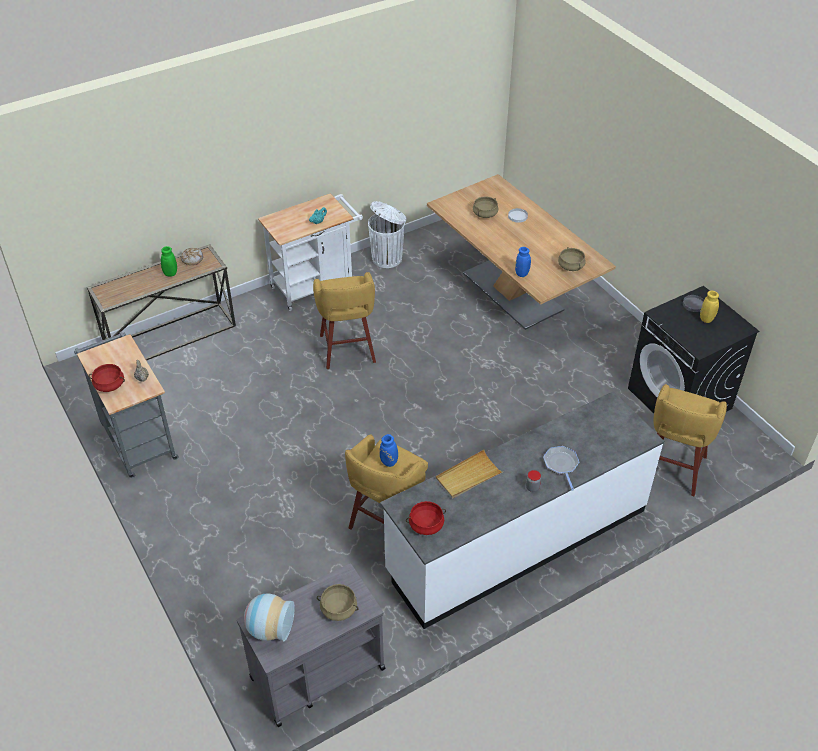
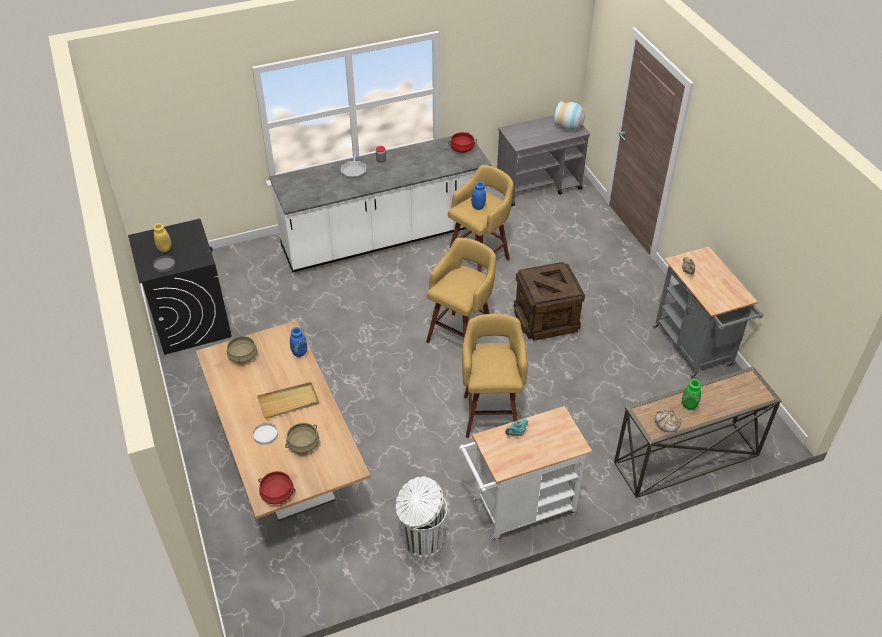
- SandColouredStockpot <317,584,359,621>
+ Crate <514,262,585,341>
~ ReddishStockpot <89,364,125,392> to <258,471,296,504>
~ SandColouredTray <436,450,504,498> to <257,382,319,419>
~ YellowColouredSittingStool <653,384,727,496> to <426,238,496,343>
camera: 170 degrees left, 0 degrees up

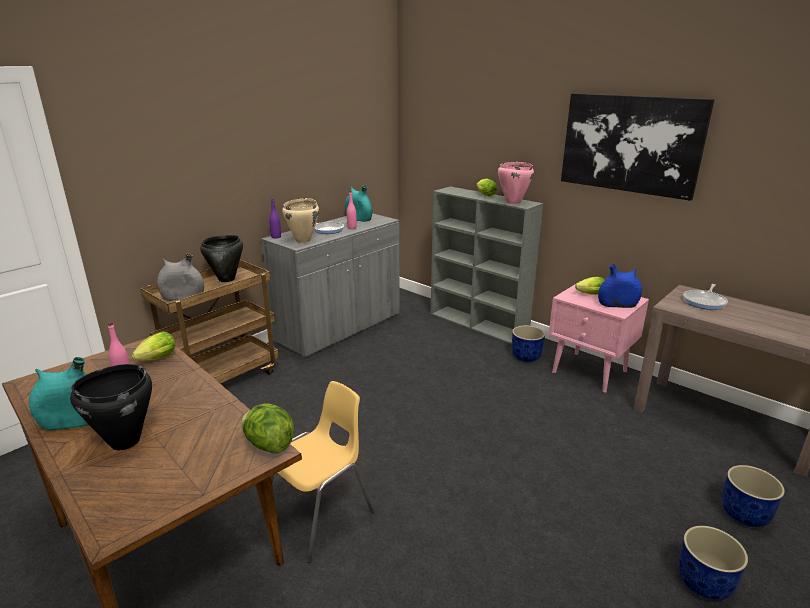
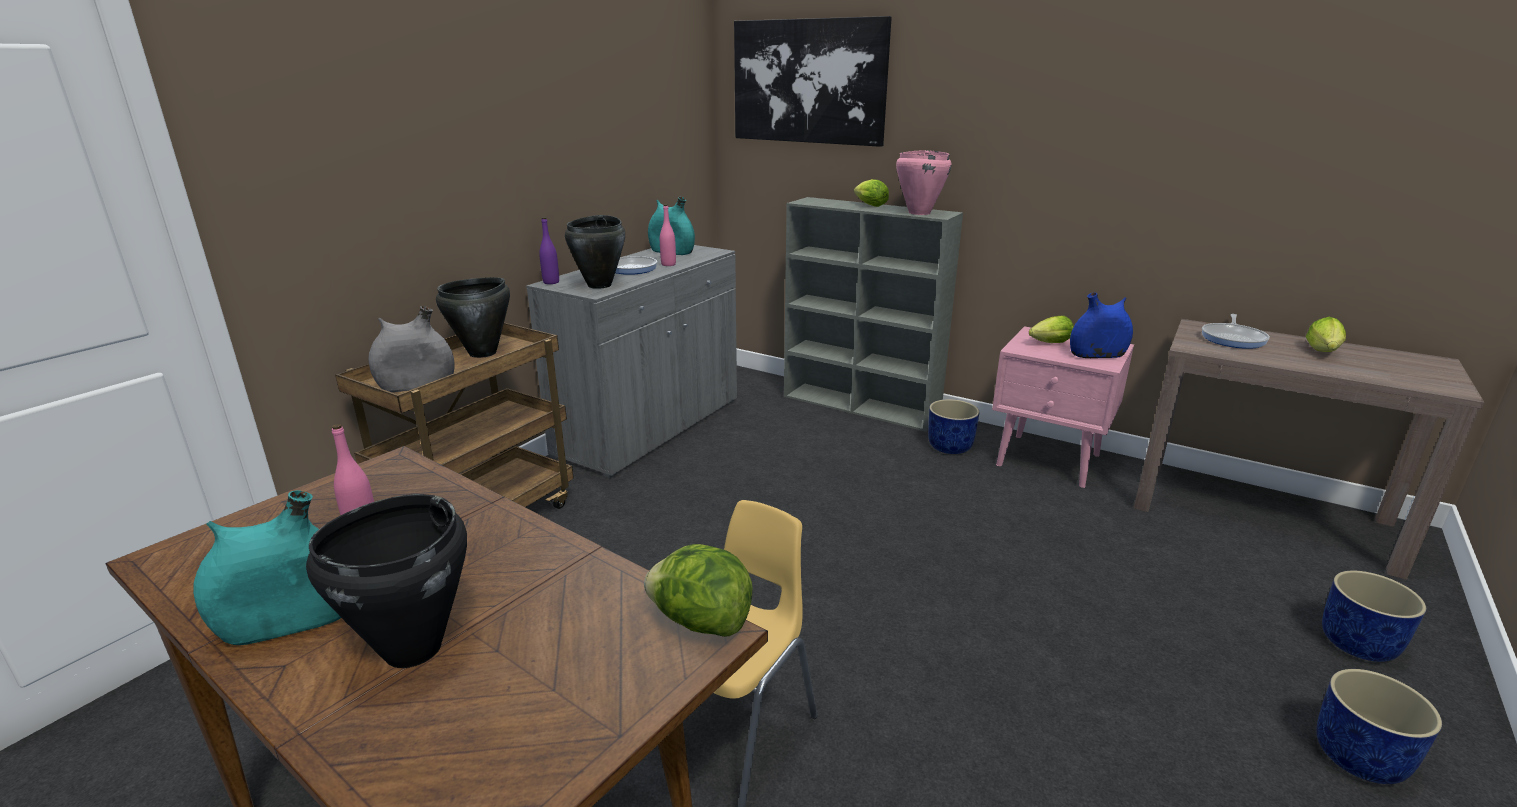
~ LettuceHead <131,332,175,361> to <1306,317,1346,352>
~ WallArt <561,93,714,201> to <734,16,892,147>
~ SandColouredStockpot <282,198,319,243> to BlackishStockpot <565,215,625,289>
camera: 10 degrees left, 0 degrees up

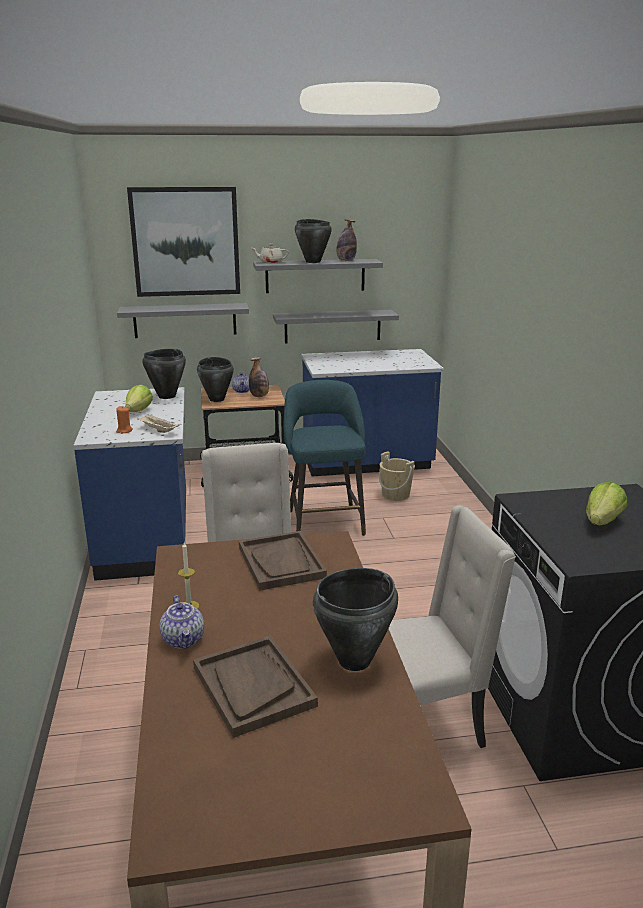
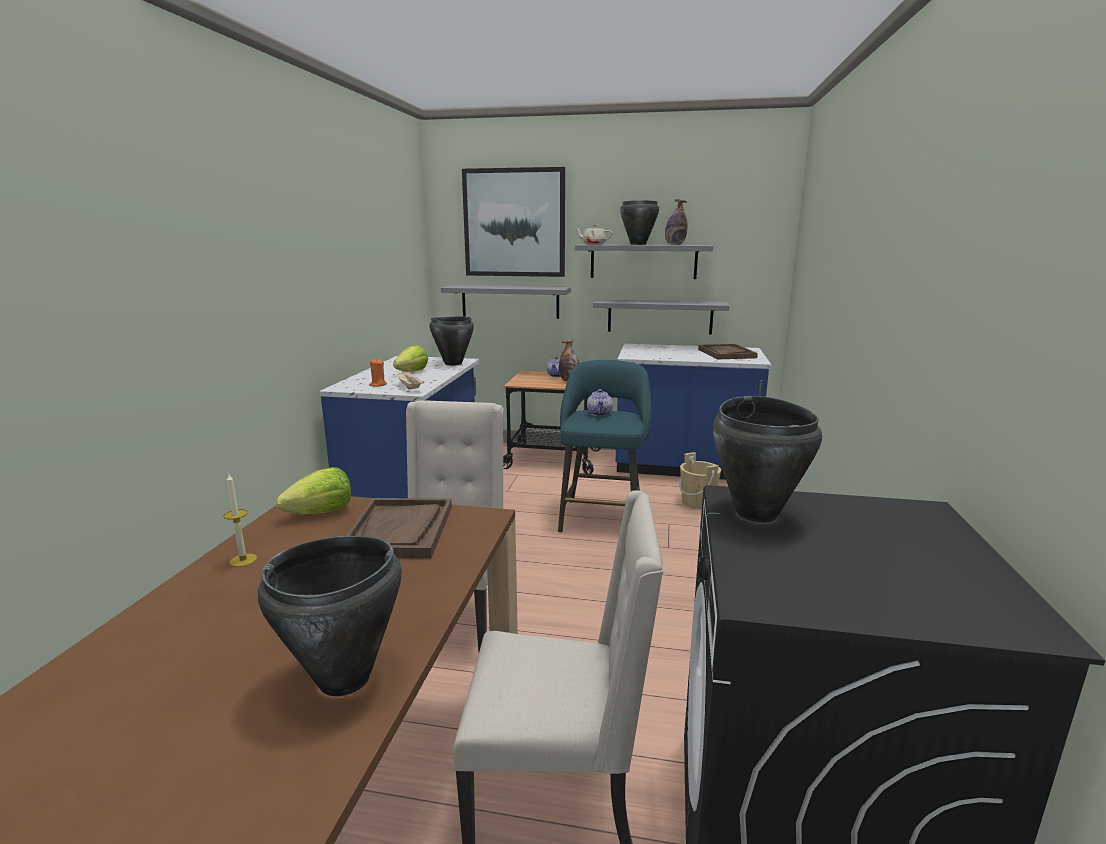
~ Teapot <160,595,204,649> to <587,389,613,416>
~ BrownishTray <193,636,318,738> to <698,344,758,359>
~ BlackishStockpot <197,357,234,402> to <712,396,822,522>
~ LettuceHead <586,482,627,525> to <276,467,351,514>
camera: 20 degrees right, 5 degrees down

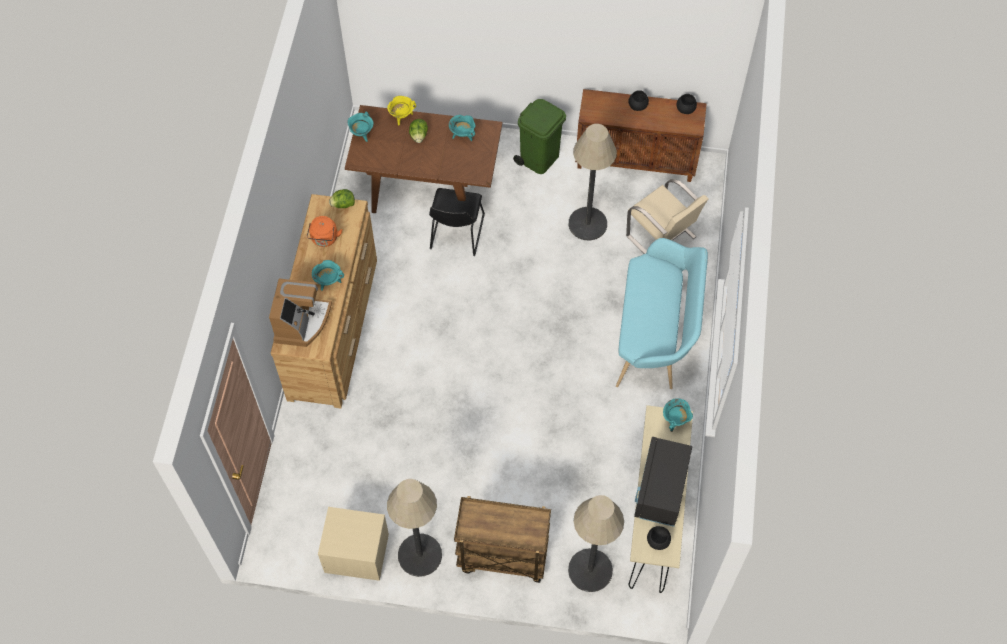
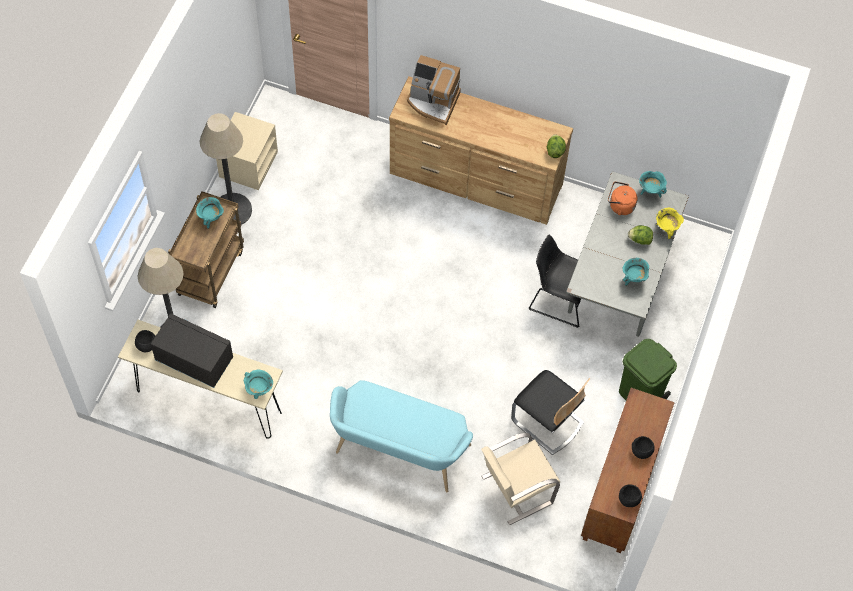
~ OrangeColouredKettle <307,216,342,247> to <608,181,638,215>
~ BlueGreenStockpot <312,260,344,291> to <196,197,224,229>
~ StandingLamp <569,124,617,241> to PlainChair <511,370,590,455>
~ BrownishDiningTable <345,105,502,213> to GreyDiningTable <566,171,689,337>
camera: 100 degrees right, 0 degrees up

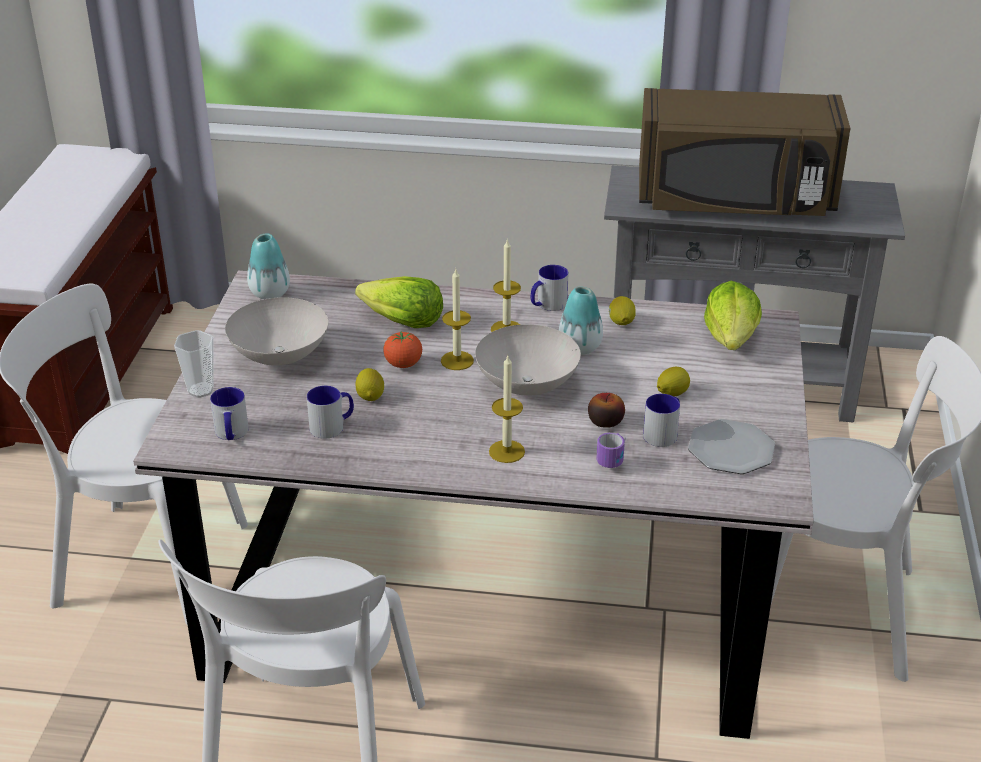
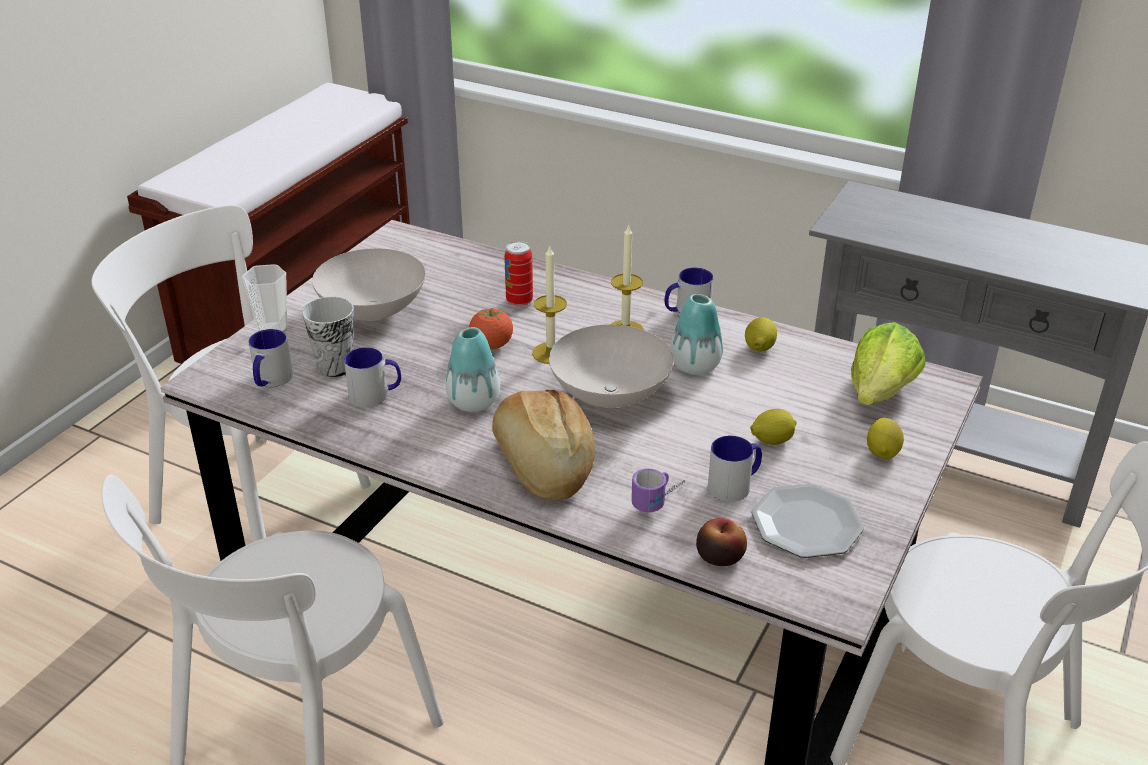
- BrownishKitchenMicrowave <639,88,850,216>
+ Cup <302,296,354,377>
~ DecorativeVase <247,233,290,299> to <445,327,500,412>
~ CitrusFruit <356,368,384,401> to <867,417,904,459>
~ Apple <588,393,625,428> to <696,518,747,566>
~ LettuceHead <355,276,443,328> to SealedCan <504,241,533,307>
~ WaxLight <489,354,525,463> to BakedBread <492,390,595,500>
camera: 20 degrees right, 0 degrees up

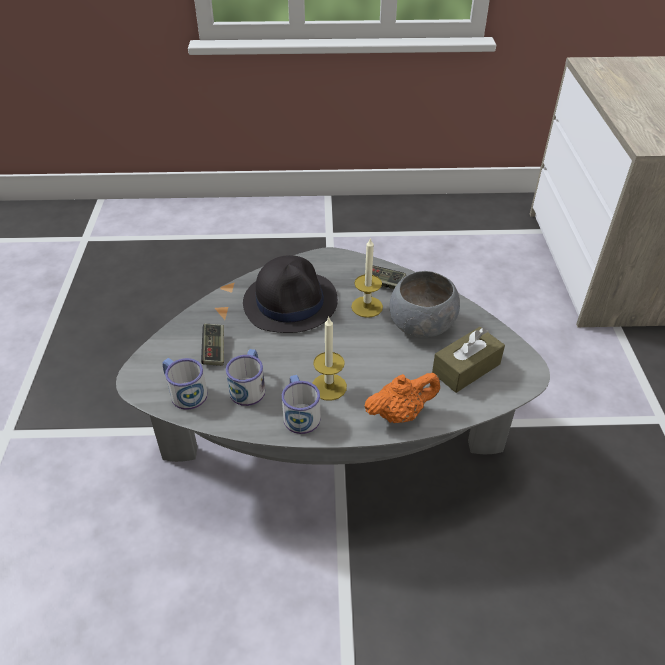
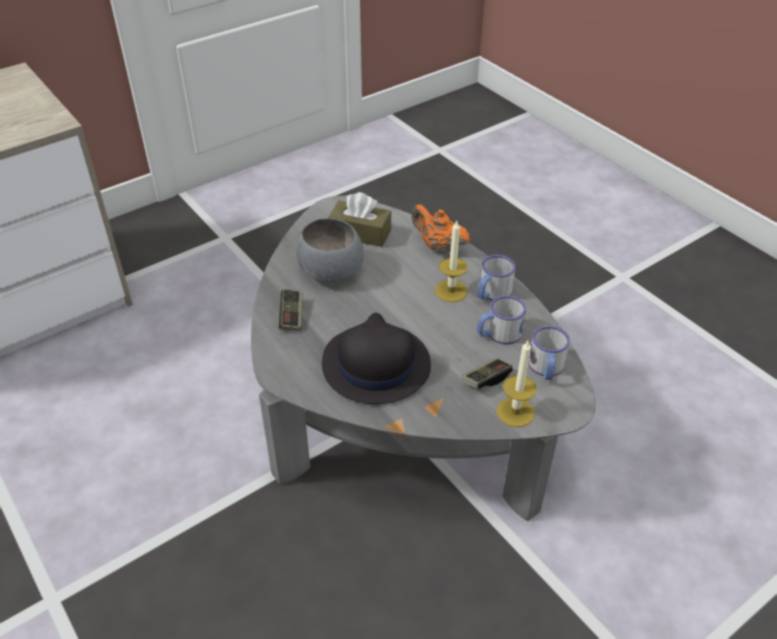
~ WaxLight <351,237,383,318> to <496,341,537,427>
camera: 125 degrees left, 0 degrees up

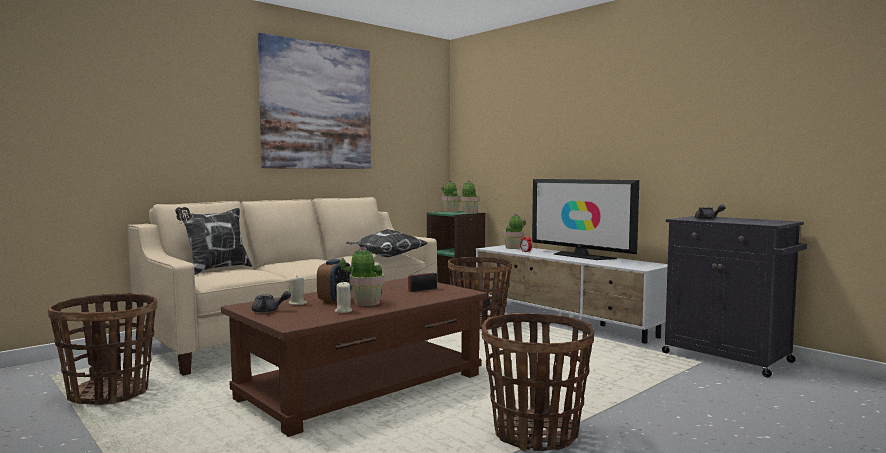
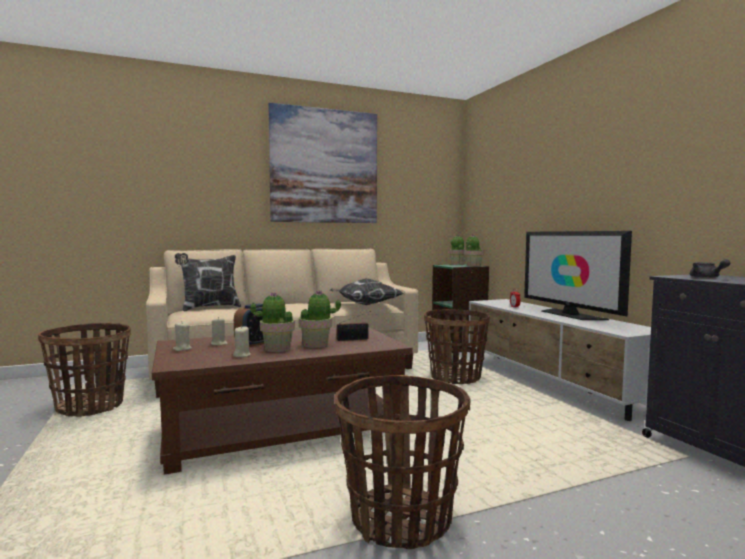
~ PottedPlant <503,214,526,249> to <299,290,341,348>
~ GreyTeapot <252,291,291,313> to SandColouredWaxLight <173,322,192,351>
camera: 20 degrees right, 0 degrees up

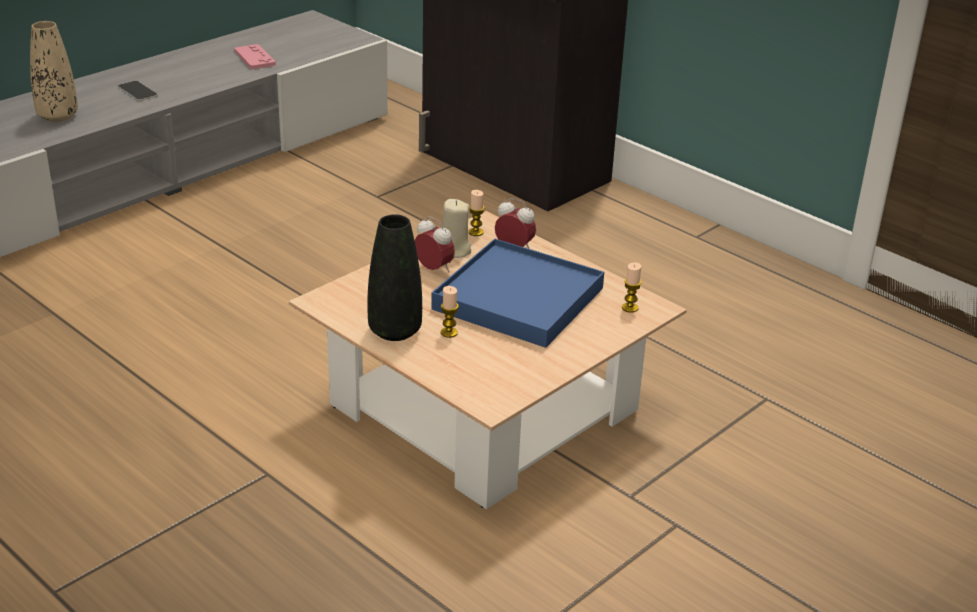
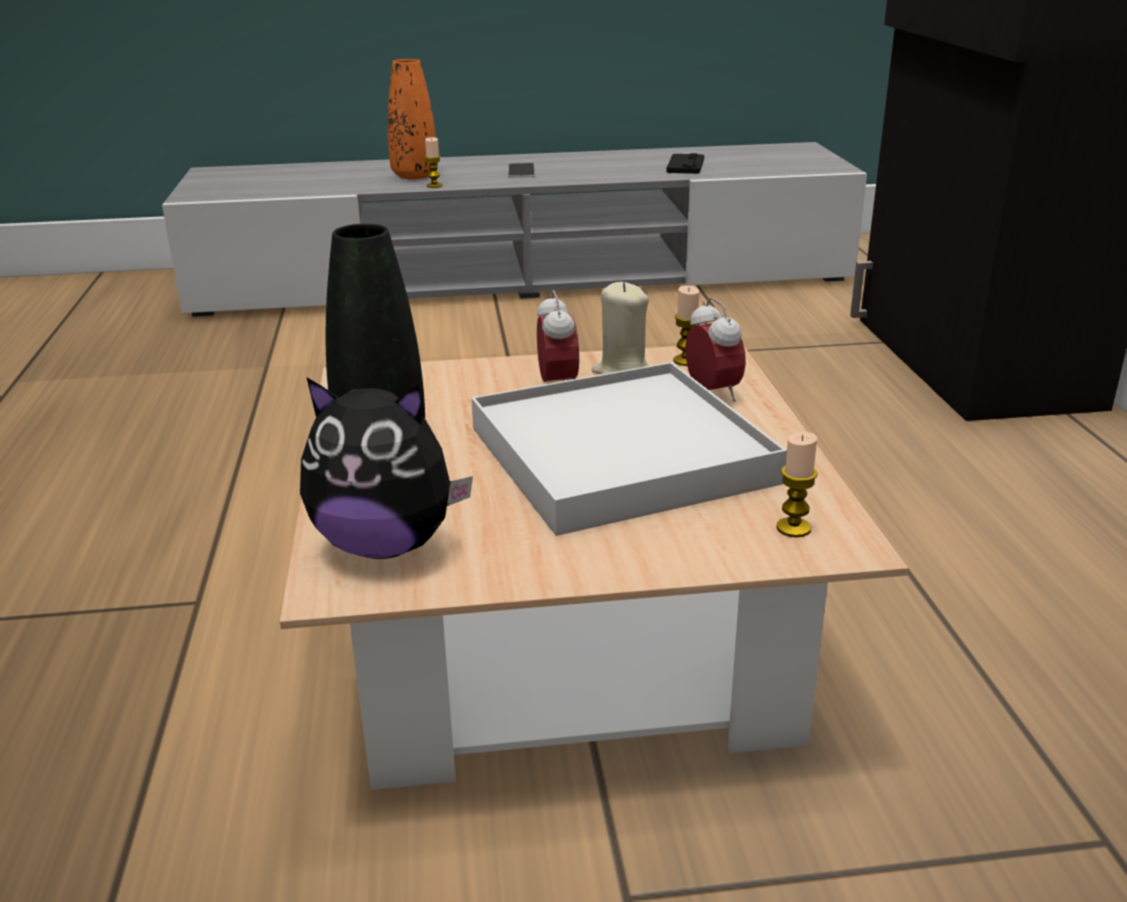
+ PlushToy <300,378,473,559>
~ WaxLight <441,286,459,338> to <425,137,442,188>
~ SandColouredDecorativeVase <30,21,78,122> to OrangeColouredDecorativeVase <388,59,438,179>
~ PinkGameController <234,44,276,69> to BlackishGameController <666,153,704,174>
~ BluishTray <431,239,604,348> to WhiteTray <471,362,787,536>
camera: 40 degrees right, 5 degrees down

